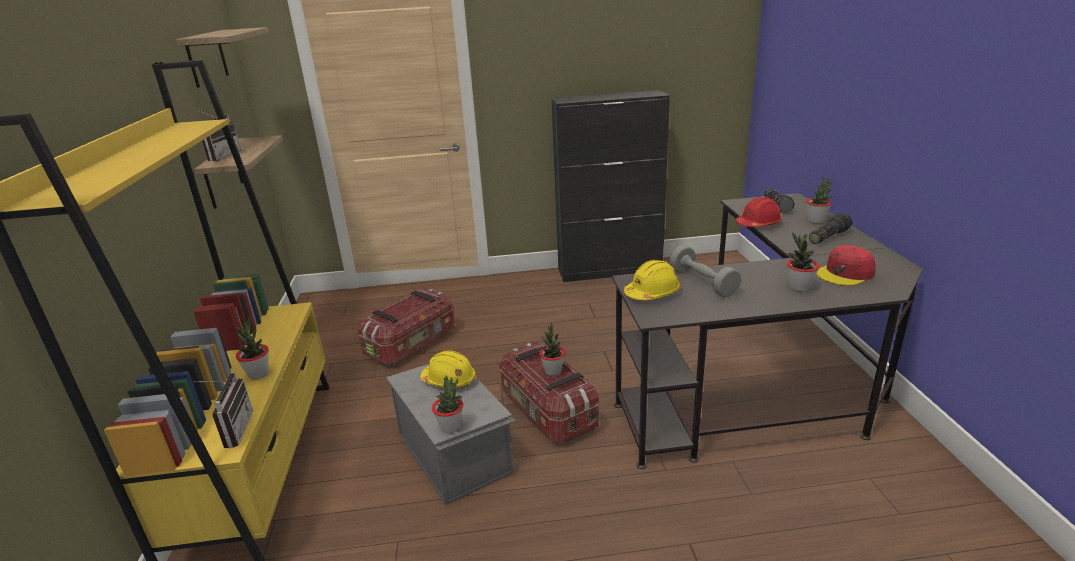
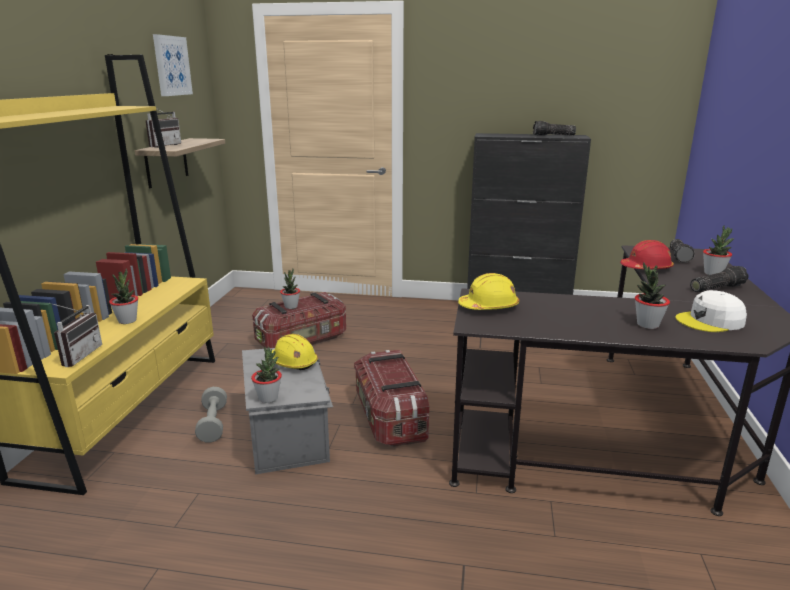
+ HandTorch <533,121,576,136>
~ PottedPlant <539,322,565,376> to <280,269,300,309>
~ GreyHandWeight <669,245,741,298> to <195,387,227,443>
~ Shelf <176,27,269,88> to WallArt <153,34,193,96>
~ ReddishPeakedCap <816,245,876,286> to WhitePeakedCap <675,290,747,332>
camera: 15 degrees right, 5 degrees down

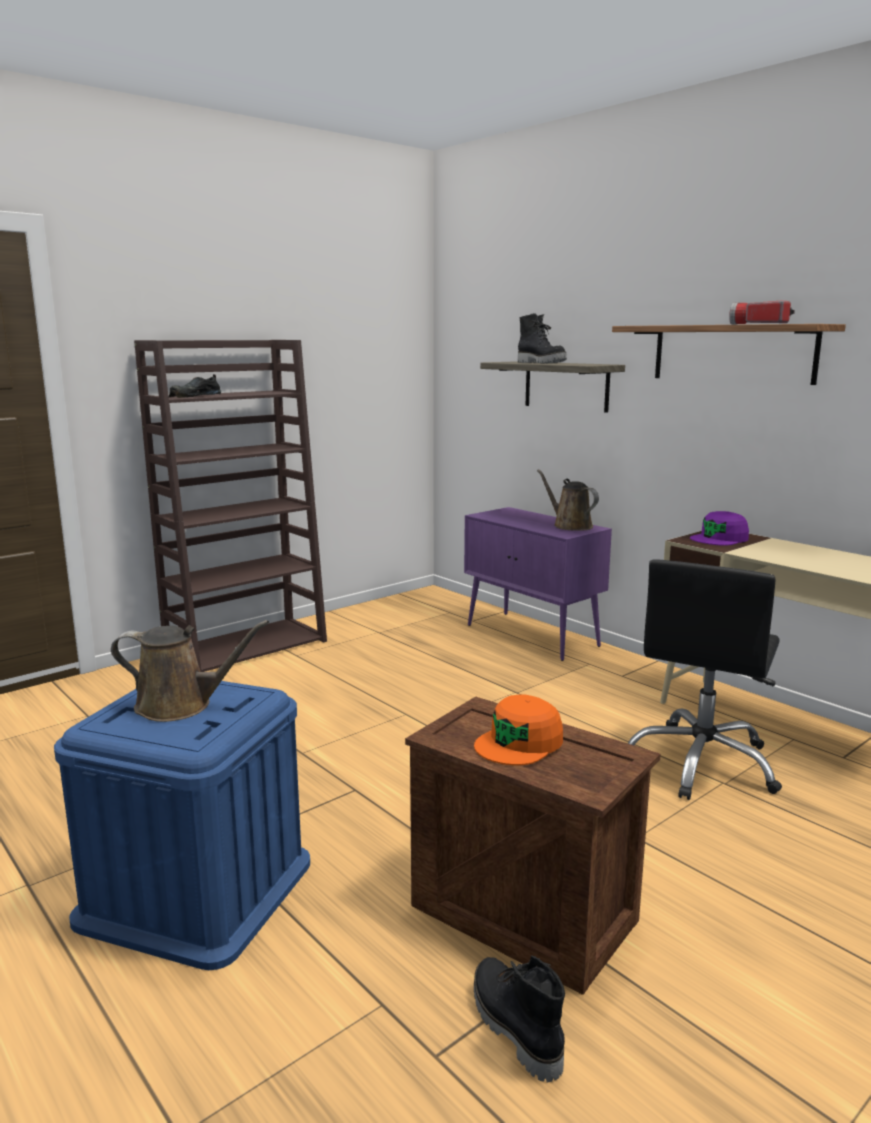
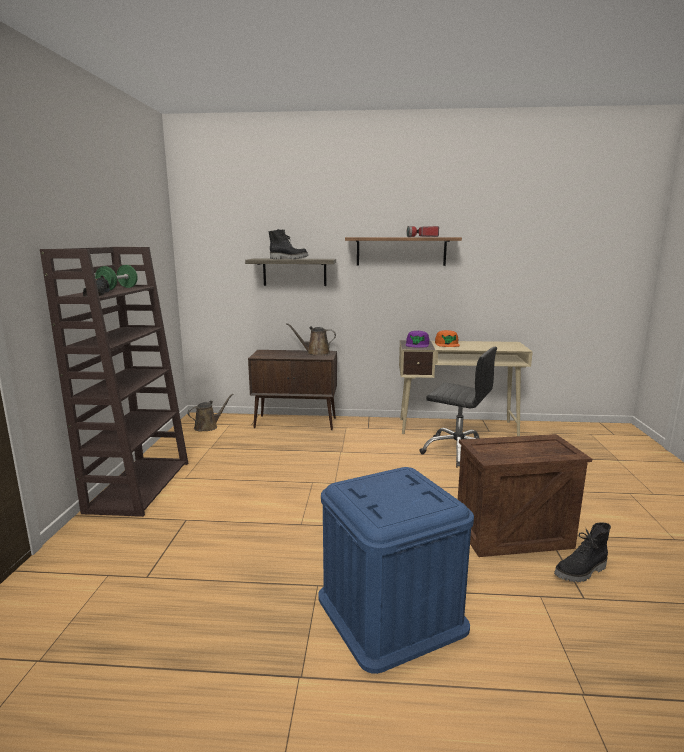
+ GreenHandWeight <95,265,138,290>
~ BrownishWateringPot <111,620,269,722> to <188,394,233,431>
~ OrangeColouredPeakedCap <474,694,563,765> to <435,330,460,347>
~ PurpleCupboard <464,507,612,661> to BrownishCupboard <248,350,337,430>
~ BlackishBoot <474,955,565,1082> = <554,523,611,582> 45 degrees counterclockwise
~ BlackishComputerChair <628,559,782,800> = <419,347,497,468> 45 degrees counterclockwise
camera: 45 degrees left, 0 degrees up

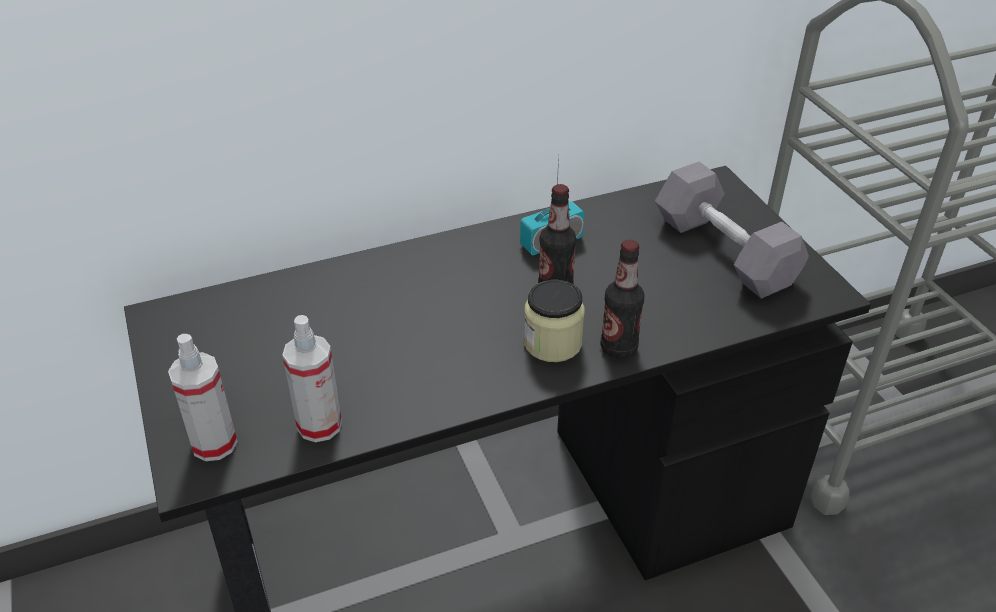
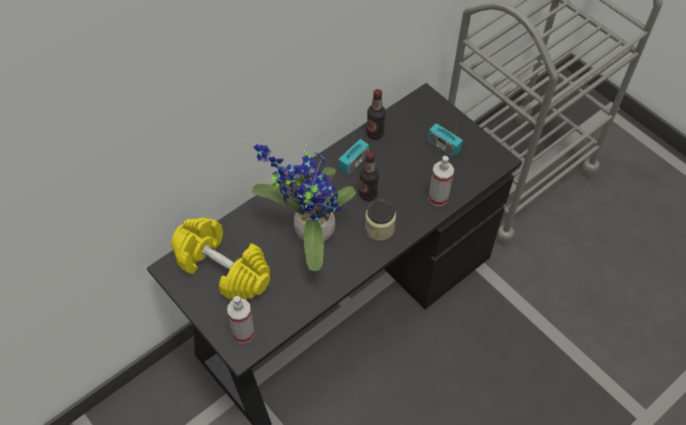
+ YellowColouredHandWeight <171,218,270,300>
+ PottedPlant <252,144,356,271>
~ Sprayer <282,315,342,442> to <428,156,454,206>
~ DrinkBottle <601,240,644,359> to <366,89,386,139>
~ GreyHandWeight <655,162,809,299> to RadioReceiver <427,116,463,157>
camera: 20 degrees left, 15 degrees up

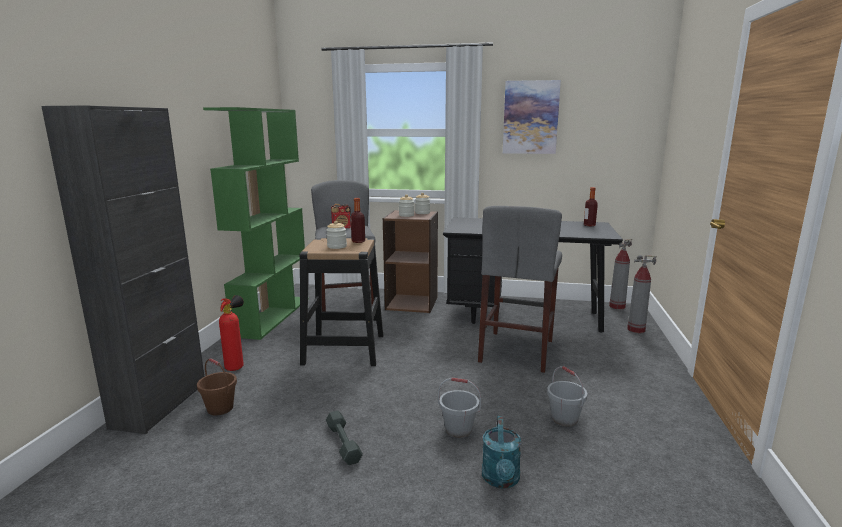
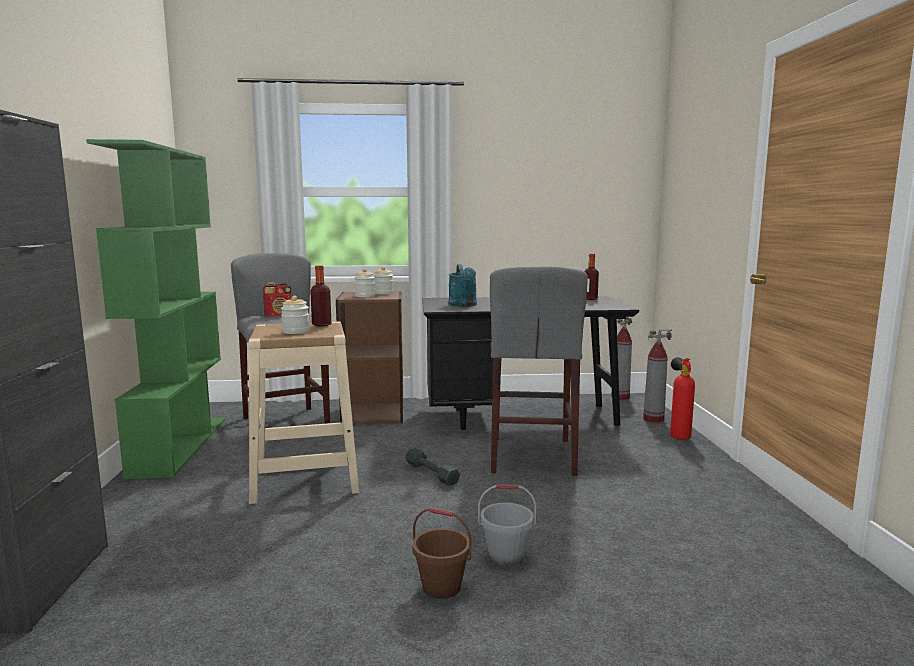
- WallArt <503,80,561,154>
- GreyWaterBucket <547,366,588,427>
~ BrownishWaterBucket <197,358,237,415> to <412,508,471,599>
~ FireExtinguisher <219,295,244,371> to <670,357,695,440>
~ GreyHandWeight <326,411,363,465> to <405,448,460,486>
~ BlueGreenWateringPot <482,416,521,488> to <449,264,477,307>
~ BlackishSittingStool <299,238,383,366> to SandColouredSittingStool <248,321,359,504>
camera: 15 degrees left, 5 degrees down

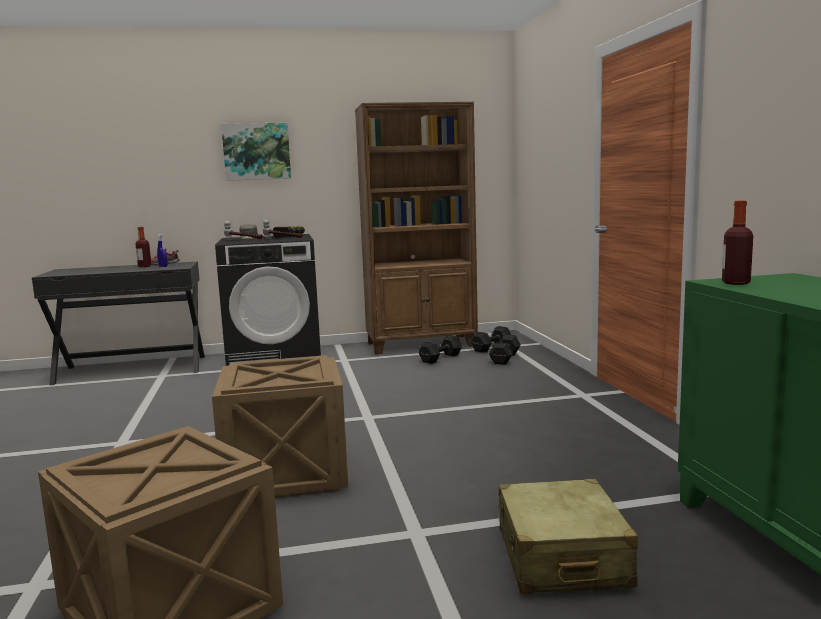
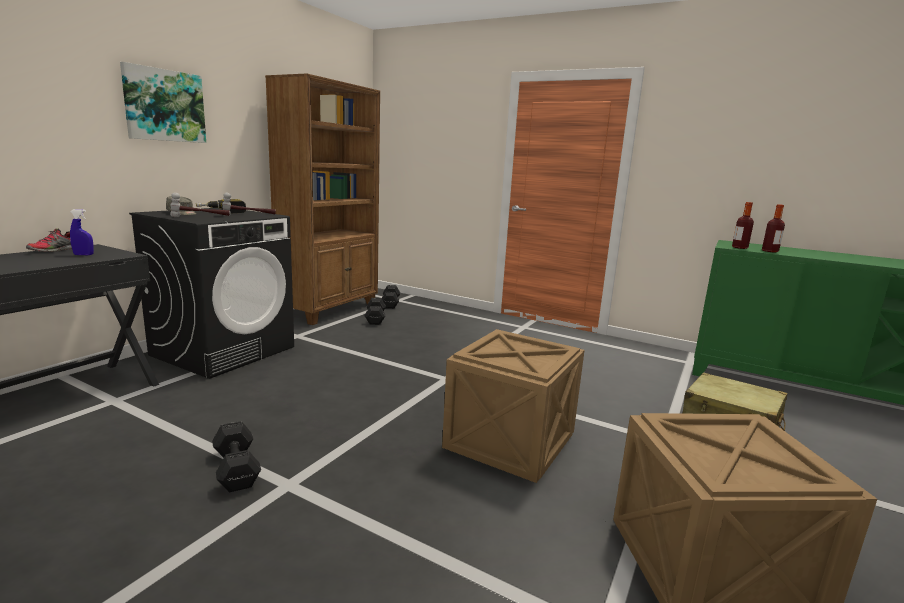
~ DrinkBottle <136,227,151,267> to <762,204,785,253>
~ BlackishHandWeight <489,335,521,365> to <212,421,261,492>
camera: 50 degrees left, 5 degrees up

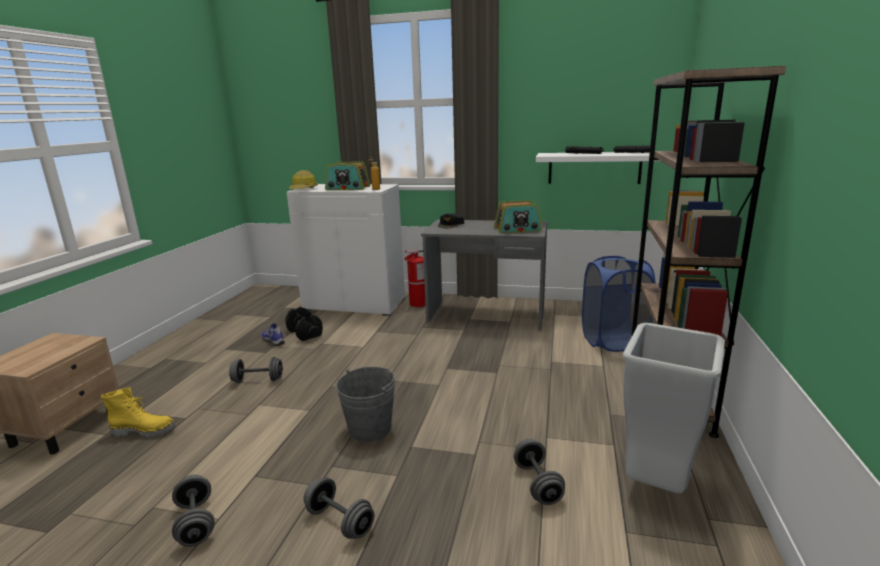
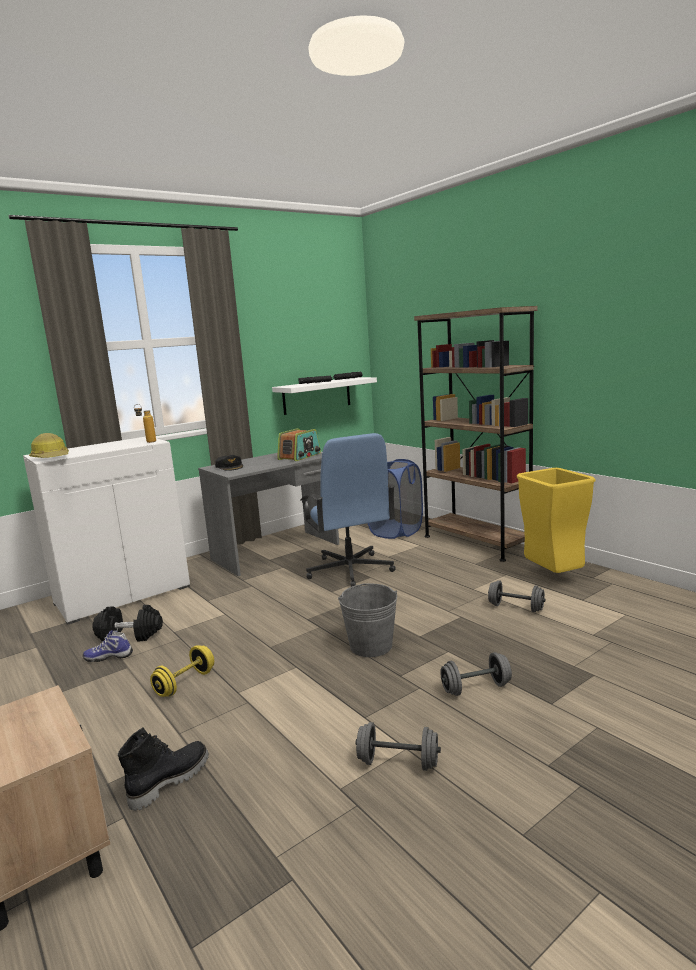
- RadioReceiver <325,161,370,190>
- FireExtinguisher <404,250,426,307>
+ BluishComputerChair <301,433,396,587>
~ YellowColouredBoot <101,387,175,438> to BlackishBoot <118,728,209,811>
~ GreyHandWeight <229,357,283,383> to YellowColouredHandWeight <150,645,214,697>
~ GreyWasteBin <623,323,725,493> to YellowColouredWasteBin <517,468,596,573>
camera: 50 degrees left, 5 degrees down

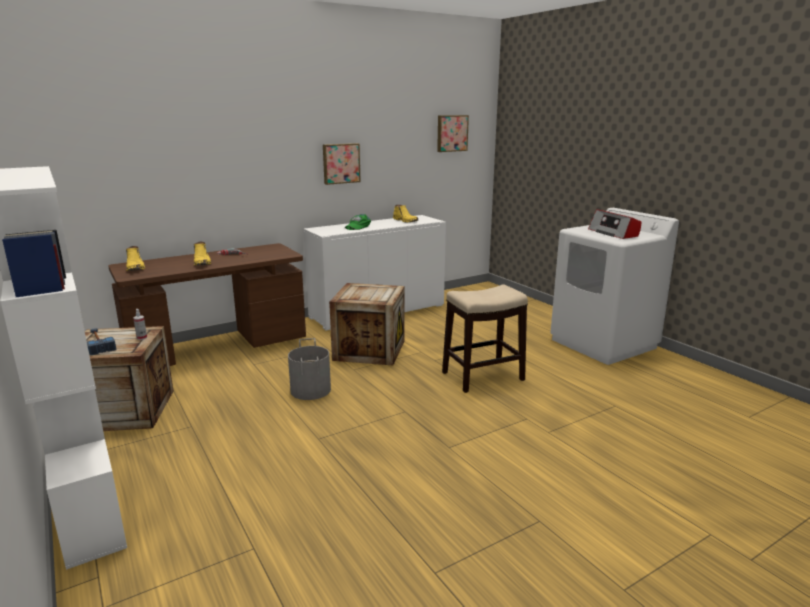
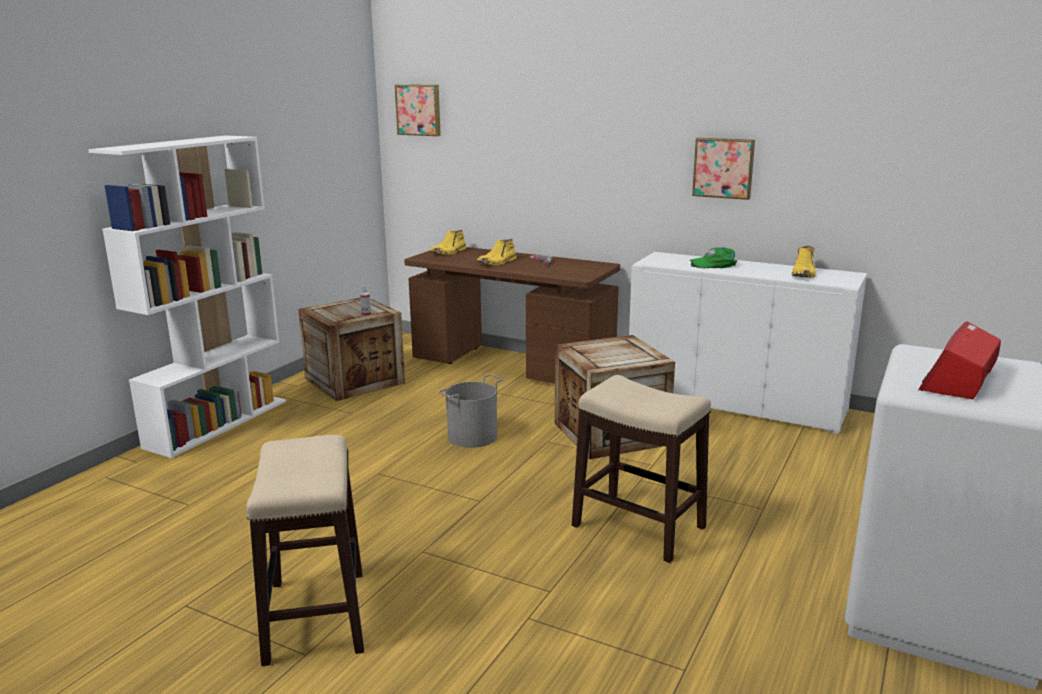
- ToolHammer <87,328,116,355>
+ SittingStool <246,435,364,666>
~ WallArt <437,115,469,152> to <395,84,441,136>
camera: 60 degrees right, 0 degrees up

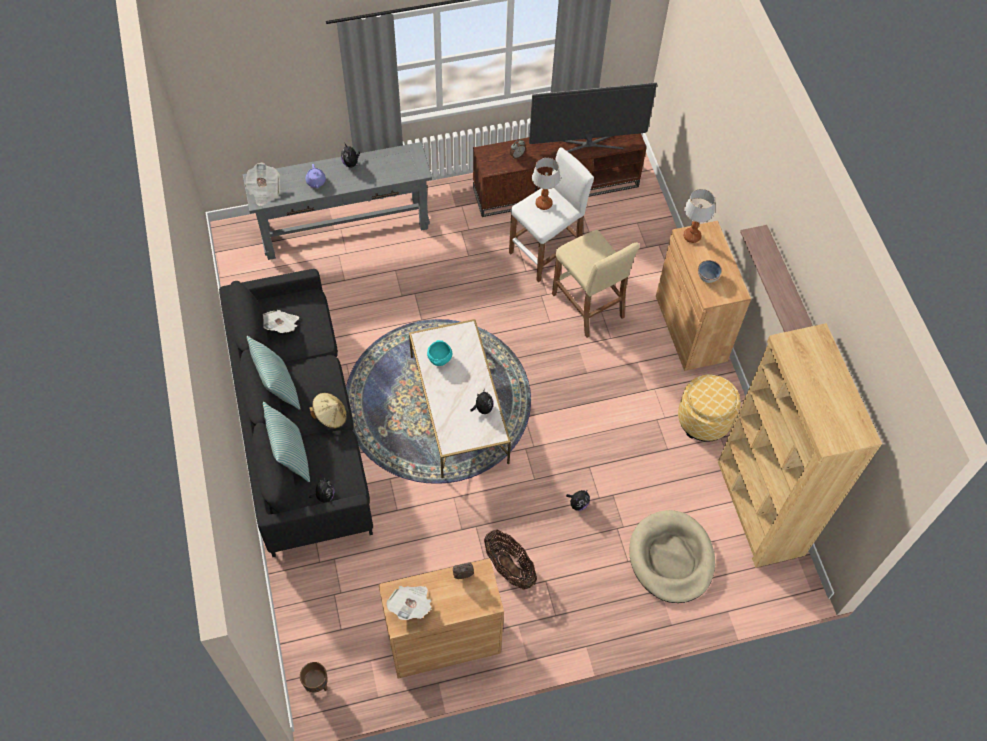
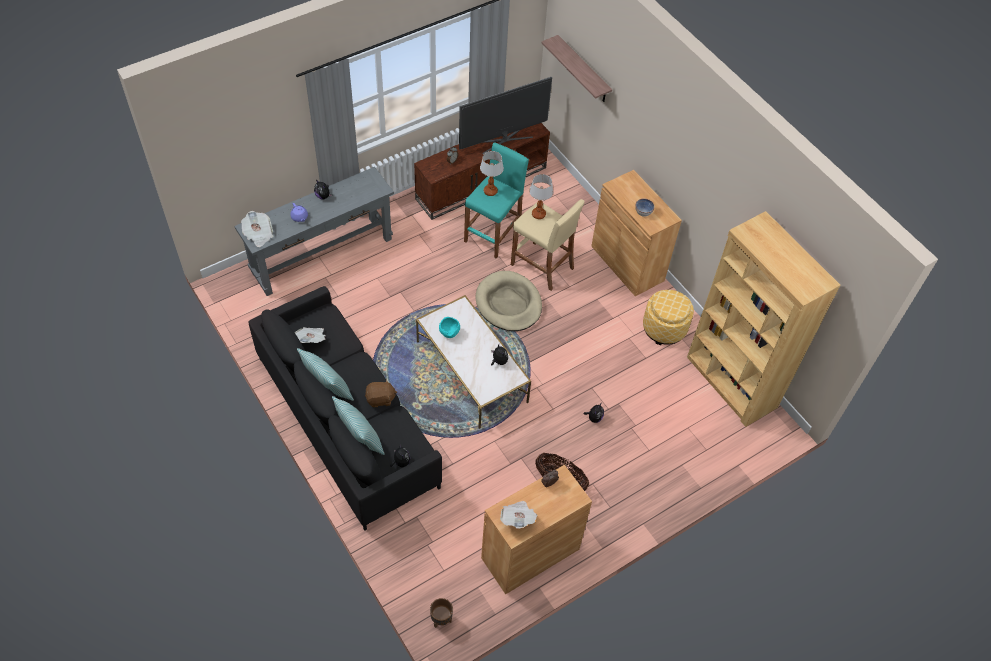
~ SandColouredDogCushion <629,510,715,603> to <476,271,542,331>
~ TabletopLamp <683,189,715,243> to <529,174,553,219>
~ Shelf <740,225,813,332> to <542,35,612,102>
~ SandColouredClothingHat <309,393,347,429> to BrownishPlushToy <365,379,397,408>
~ WhiteSittingStool <509,147,594,282> to BlueGreenSittingStool <464,143,529,259>
camera: 20 degrees left, 5 degrees down

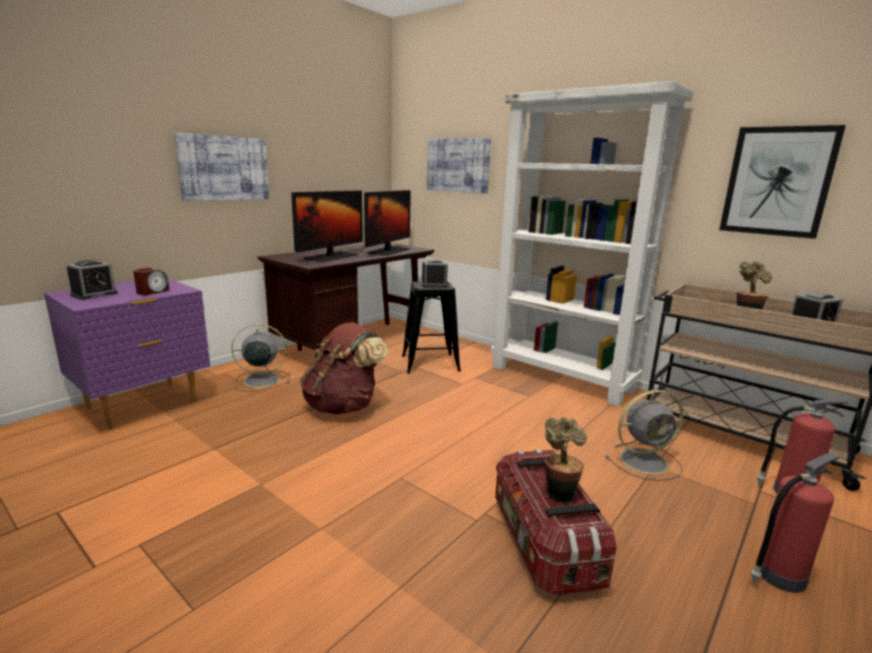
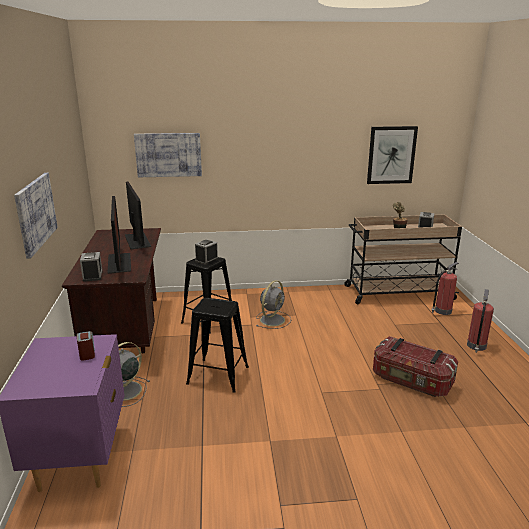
- WhiteShelvingUnit <490,81,693,407>
- PottedPlant <545,417,587,503>
~ AlarmClock <67,260,118,300> to <80,252,103,282>
~ GreyFan <605,390,683,481> to <256,280,291,329>
~ BrownishKnapsack <300,322,388,415> to BlackishSittingStool <186,298,249,393>
camera: 45 degrees left, 5 degrees up

